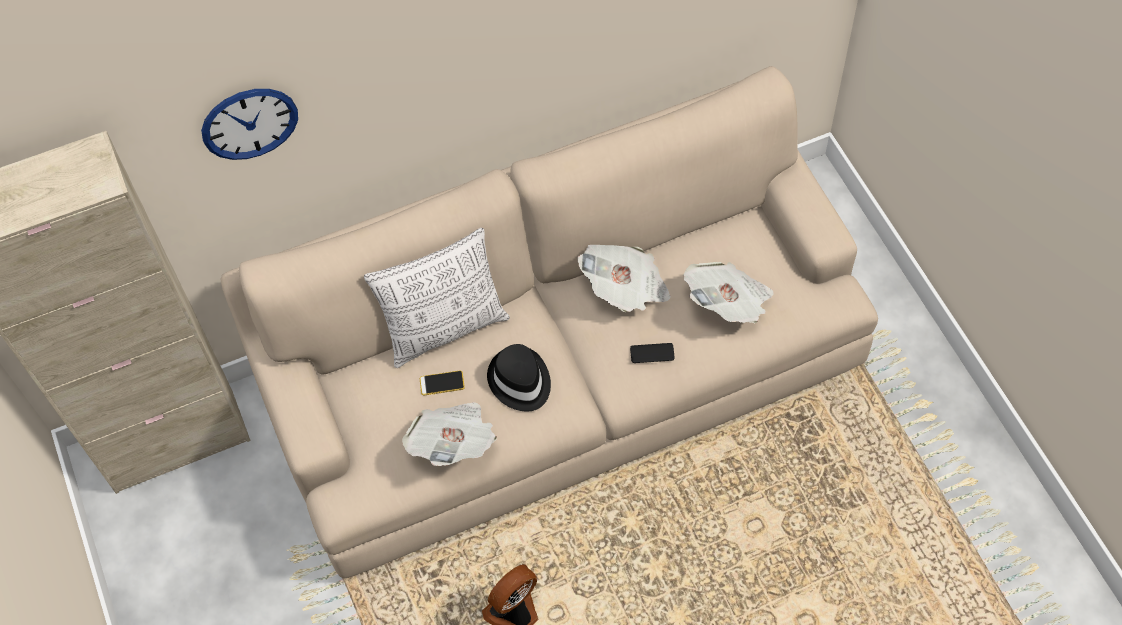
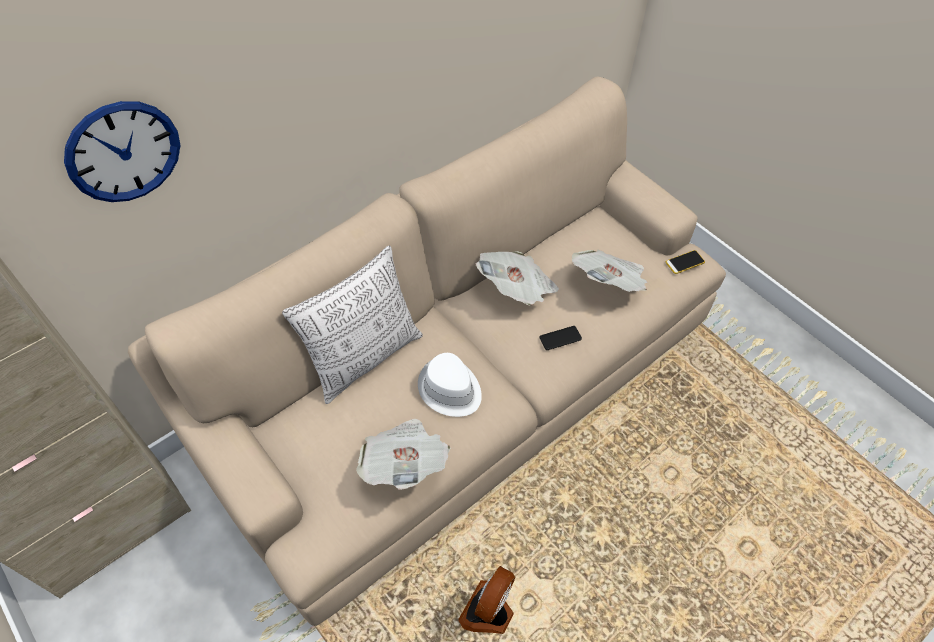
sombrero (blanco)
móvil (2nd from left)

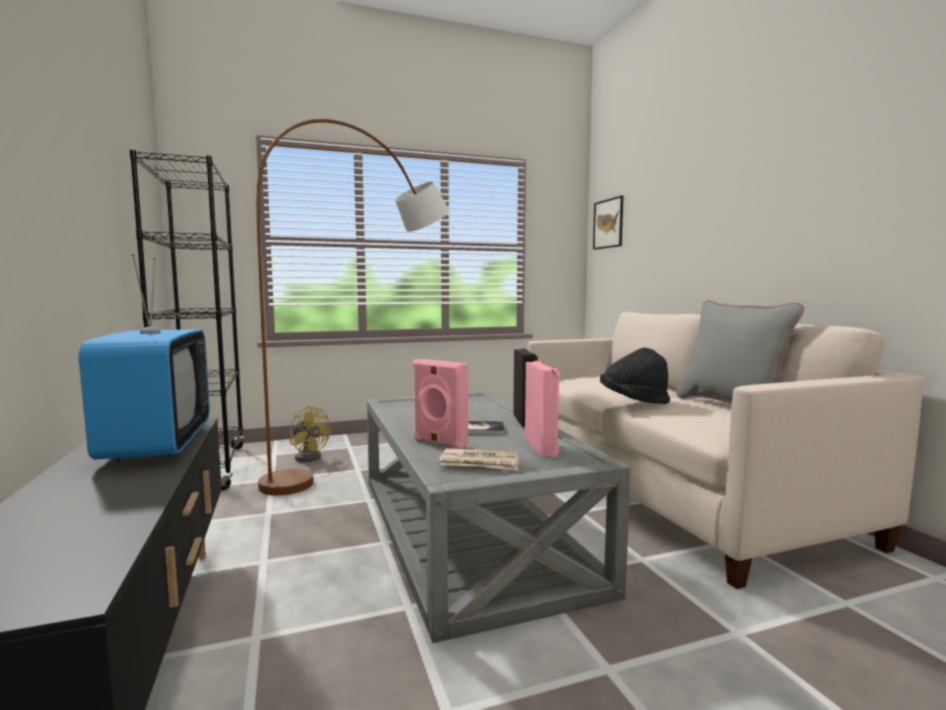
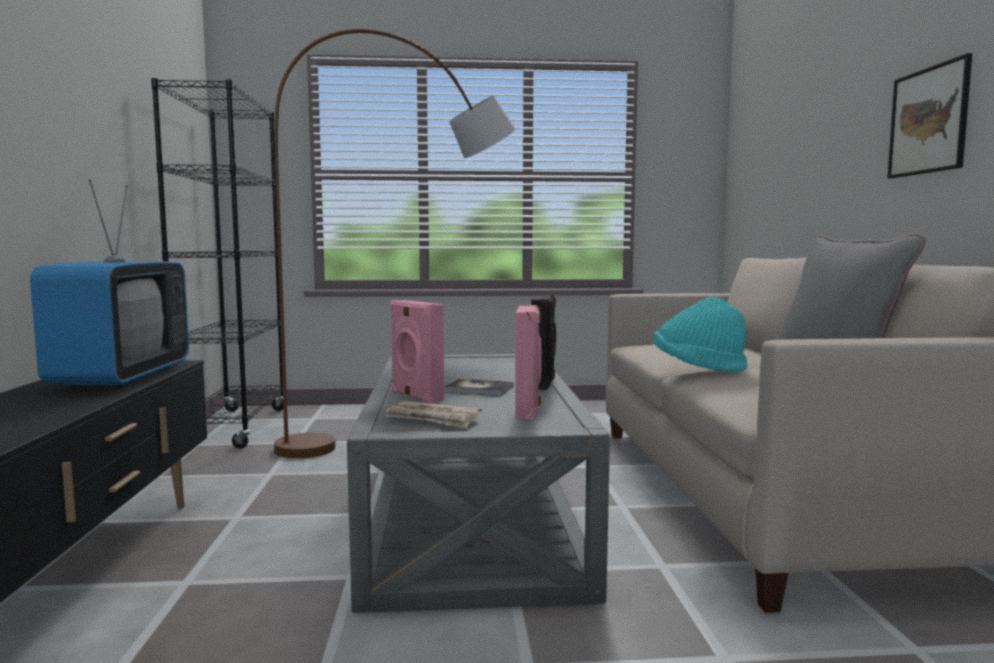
cuadro
sombrero (turquesa)
ventilador (amarillo)

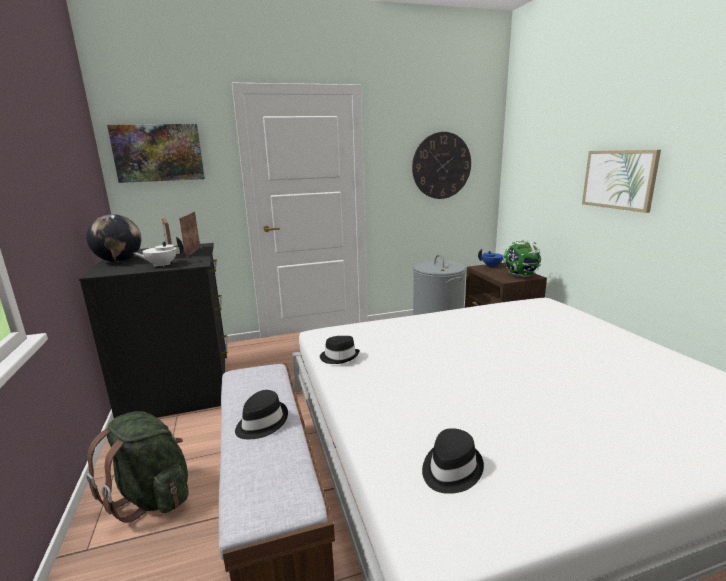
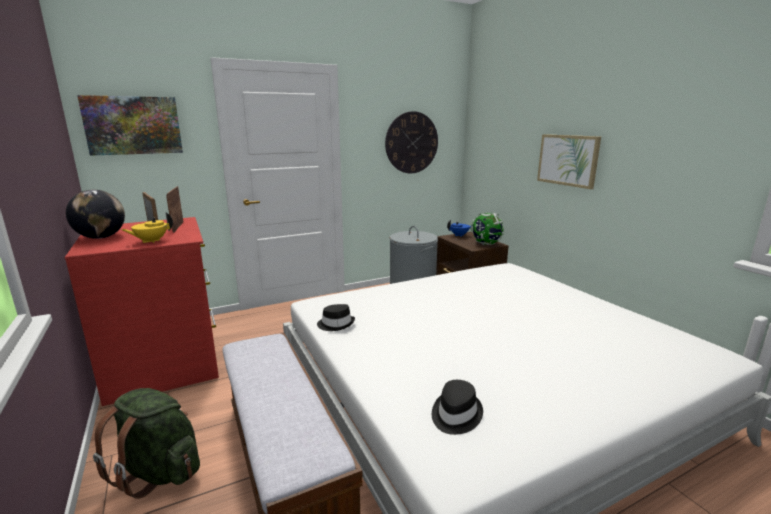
tetera (amarillo)
cómoda (rojo)
sombrero (negro) (1st from left in the first image)

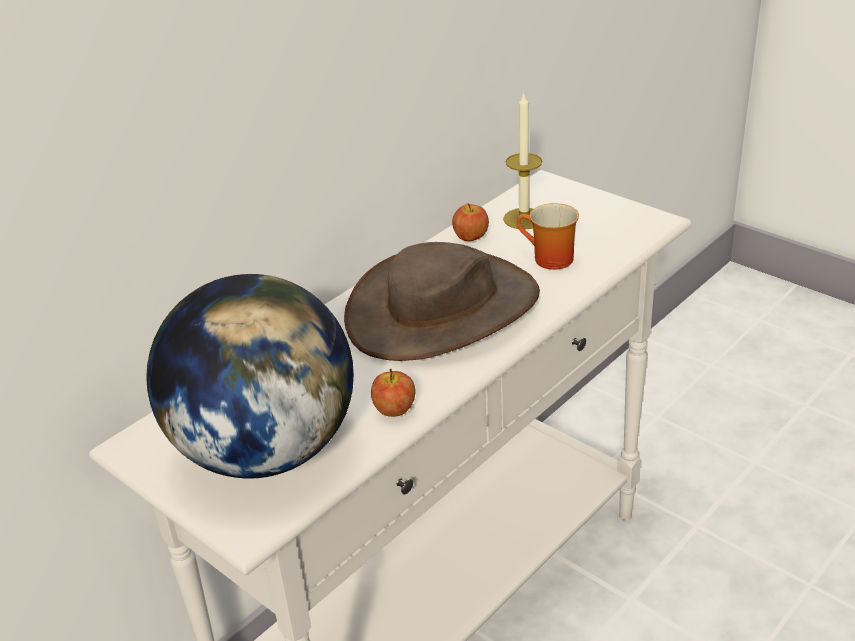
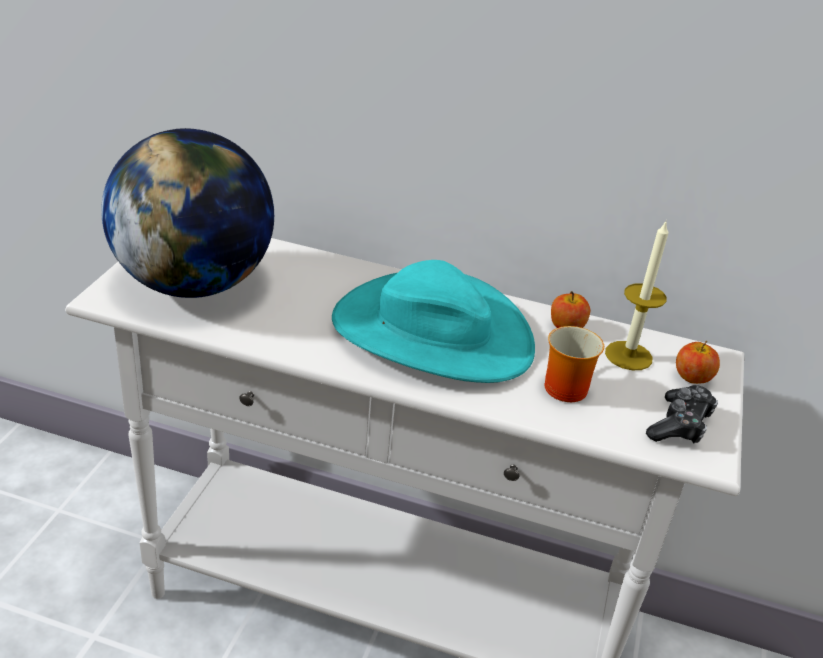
sombrero (turquesa)
manzana (2nd from left)
mando de consola

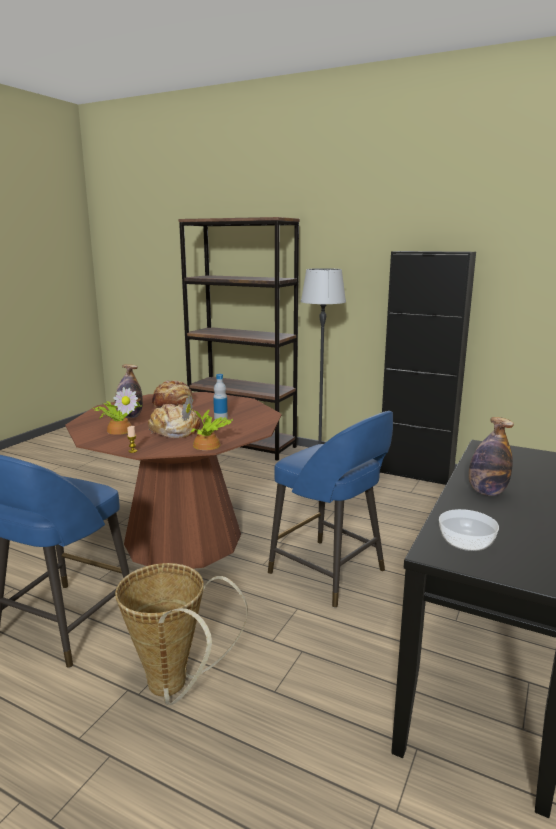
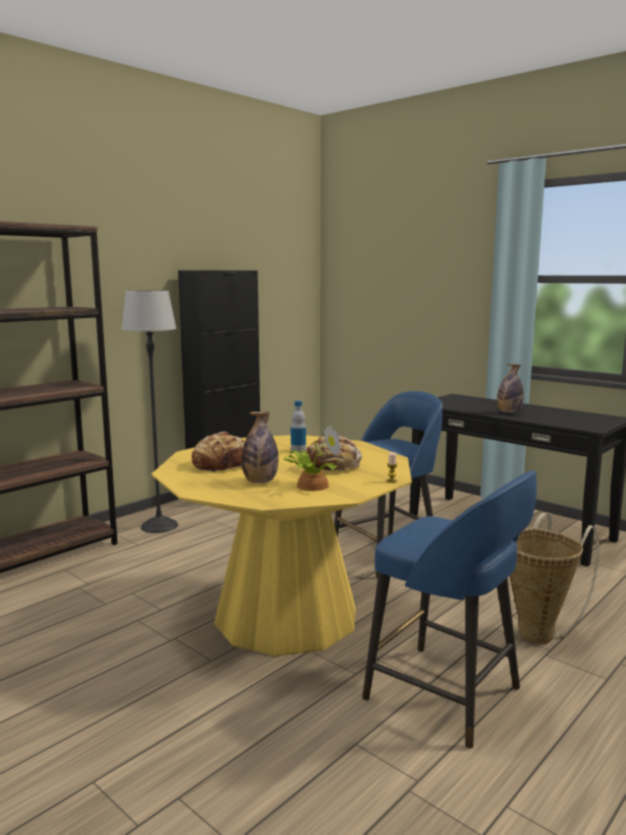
mesa de comedor (amarillo)
planta en maceta (2nd from left in the first image)
cuenco

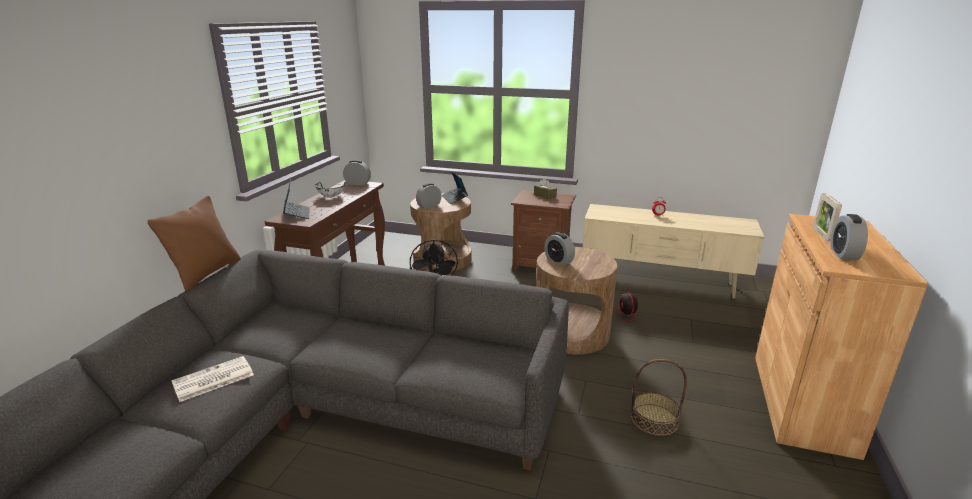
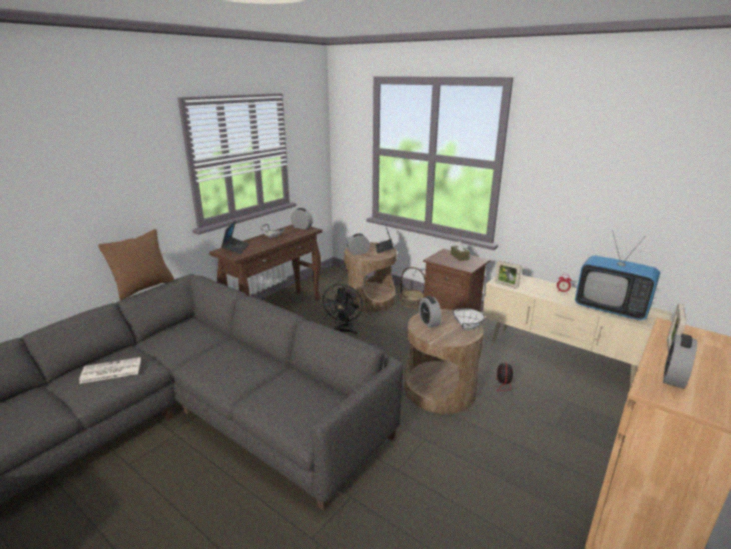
cesta
televisor
portarretratos (1st from left)
cuenco (blanco) (2nd from left)

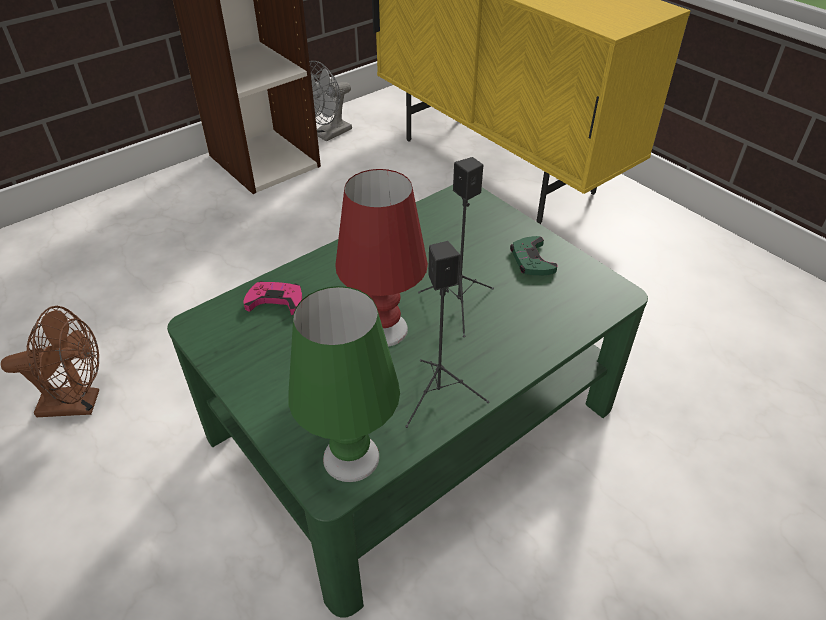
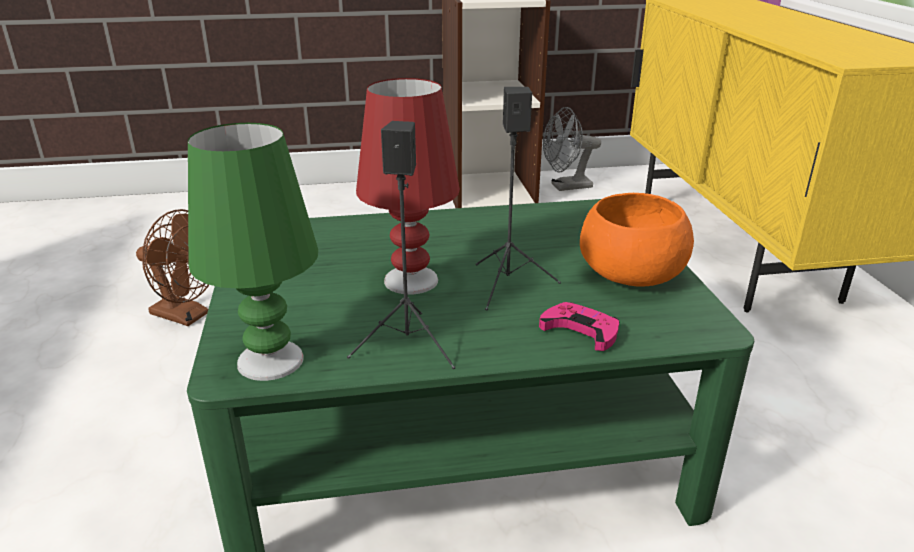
cuenco (naranja)
mando de consola (rosa)

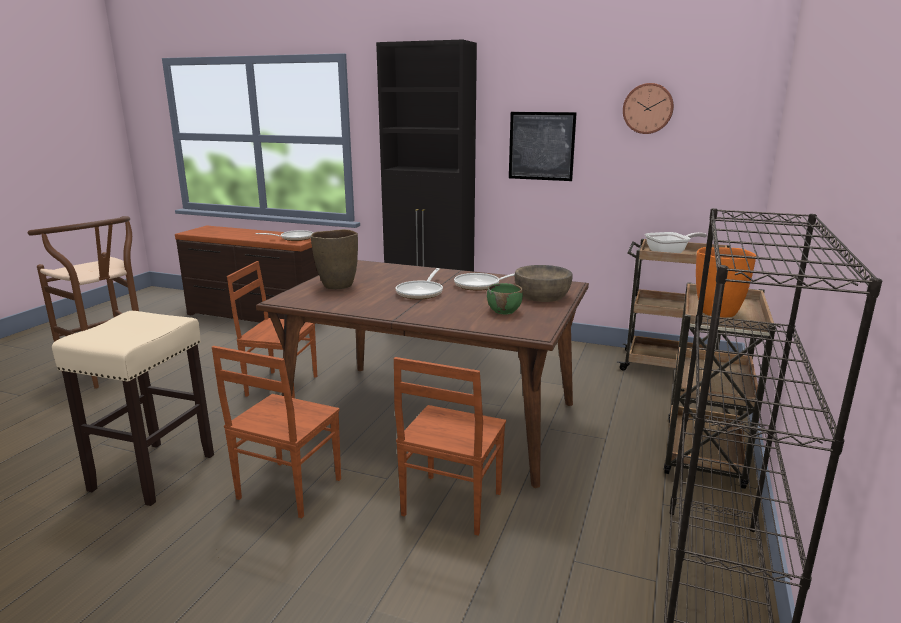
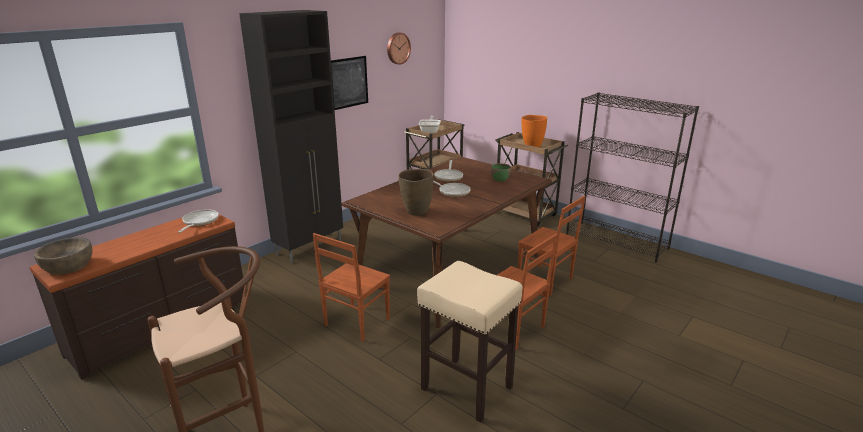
cuenco (marrón)

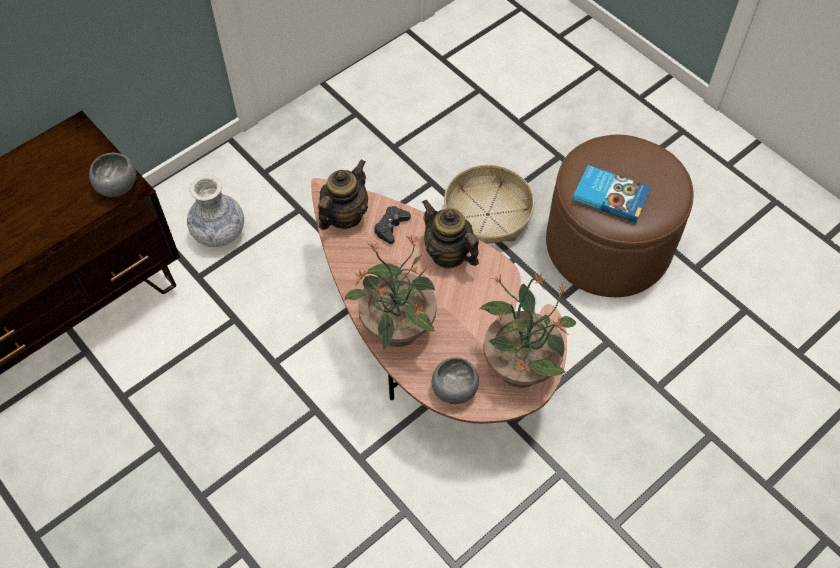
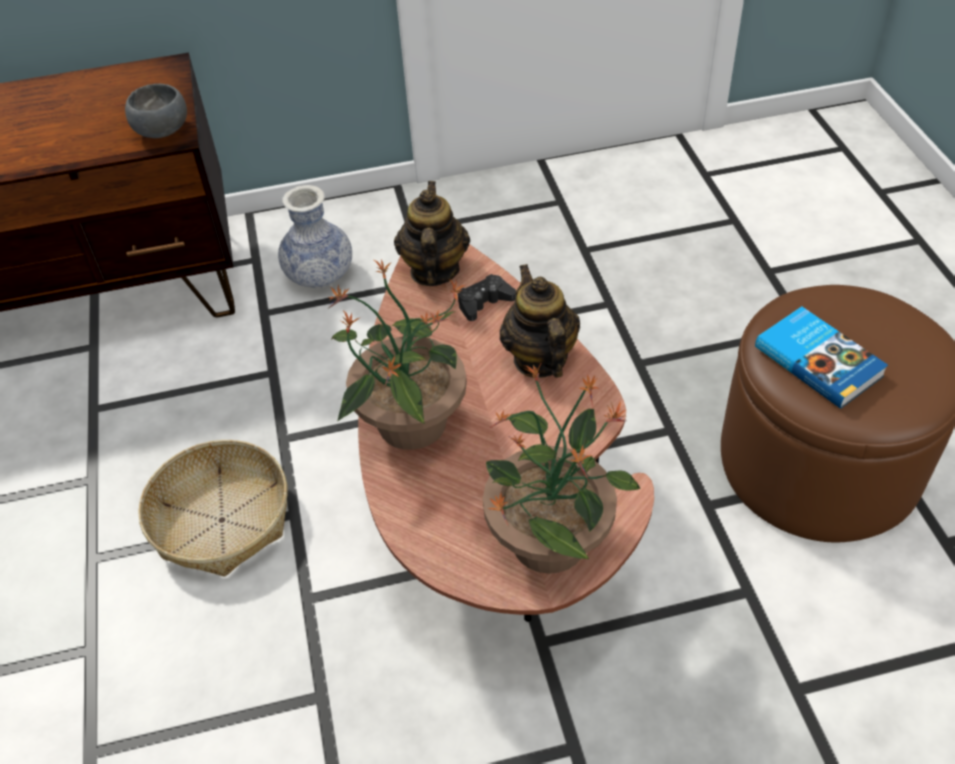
tetera (1st from left)
cesta
cuenco (gris) (2nd from left in the first image)

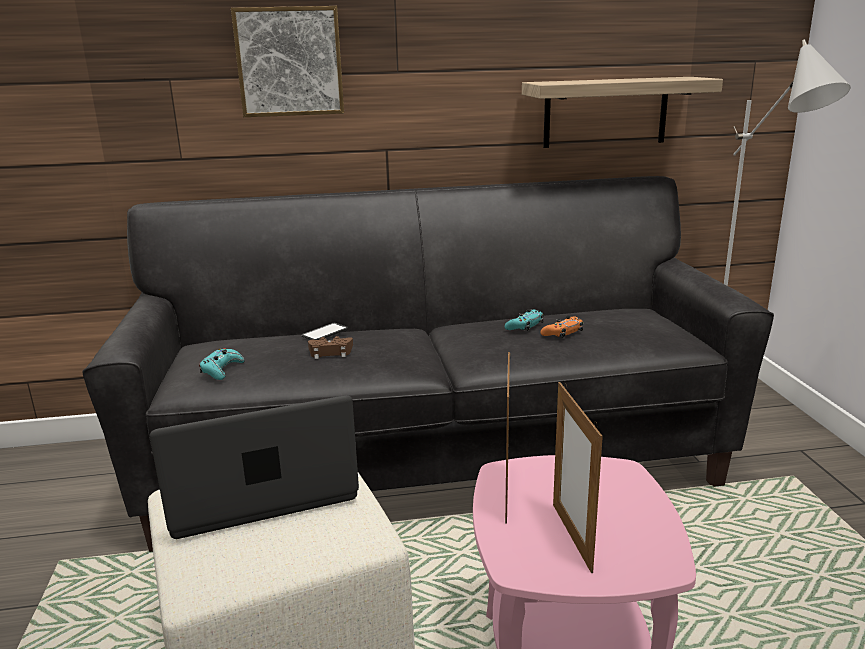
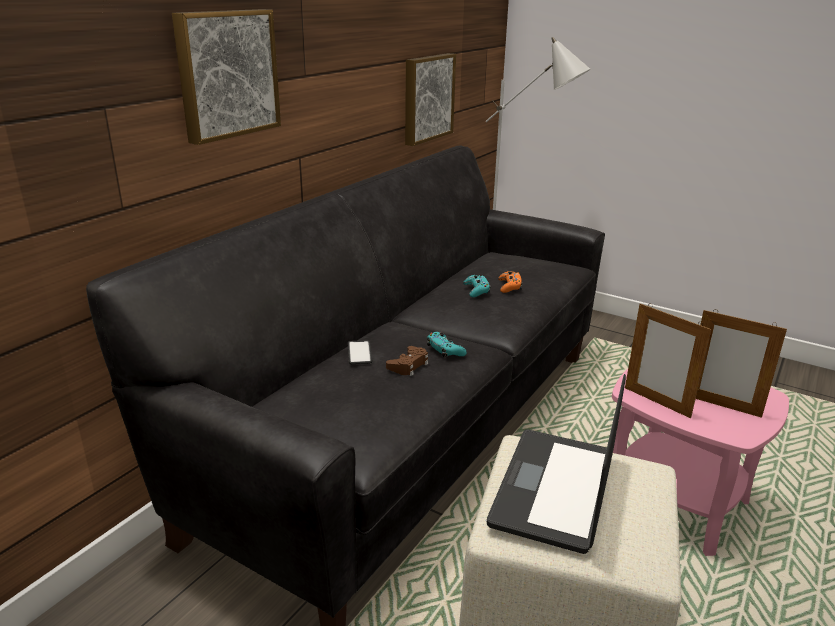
cuadro (2nd from left)
mando de consola (turquesa) (1st from left)

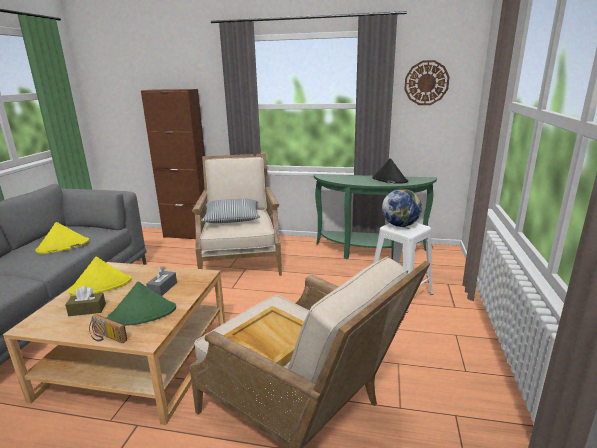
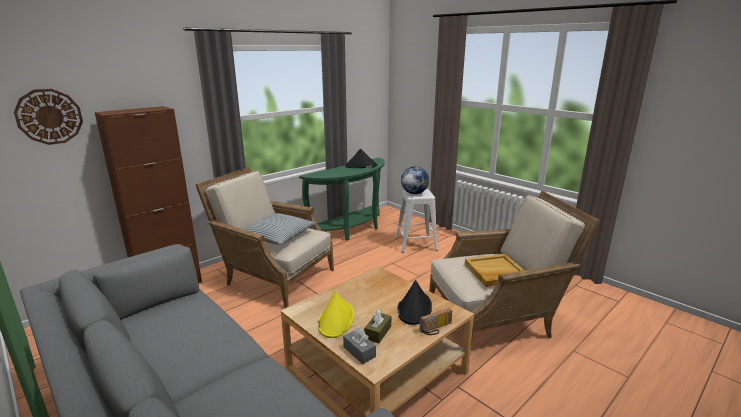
reloj de pared
sombrero (amarillo) (1st from left in the first image)
caja de pañuelos (gris)
sombrero (negro) (2nd from left)

